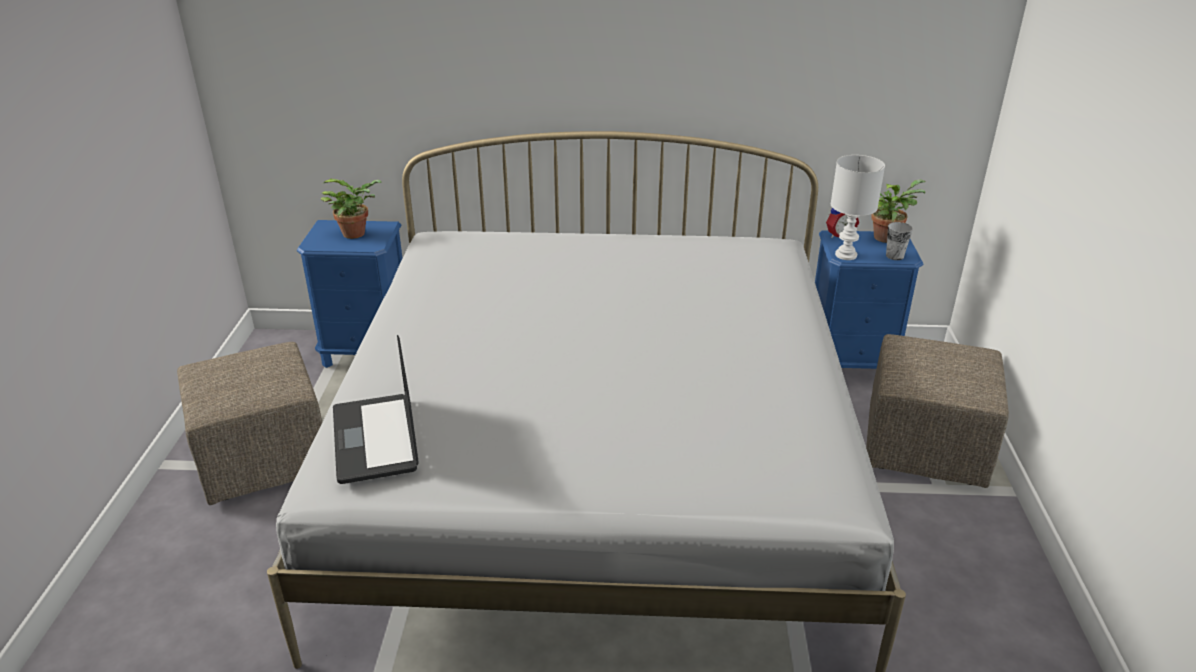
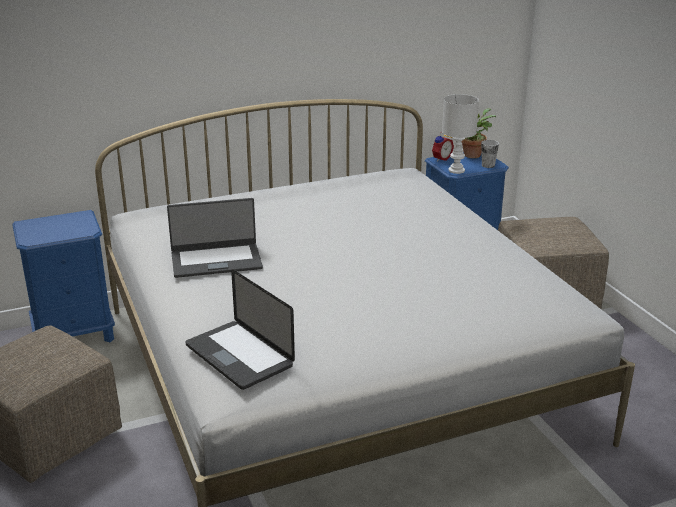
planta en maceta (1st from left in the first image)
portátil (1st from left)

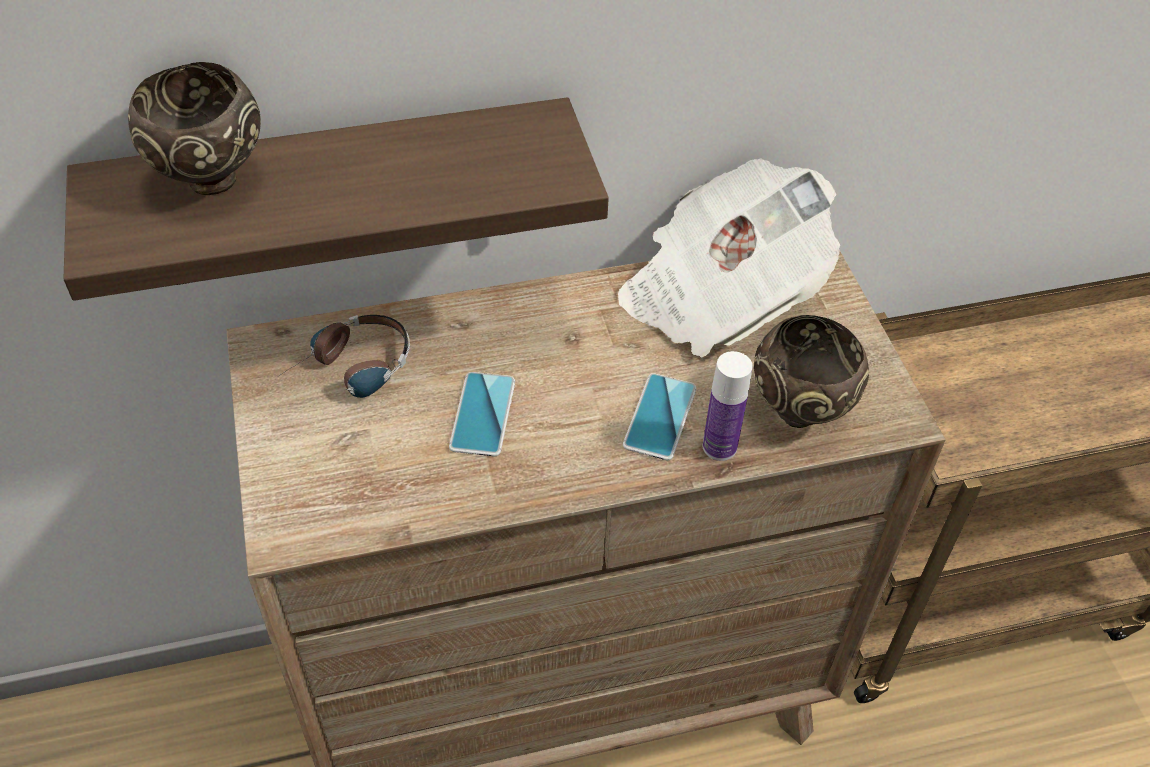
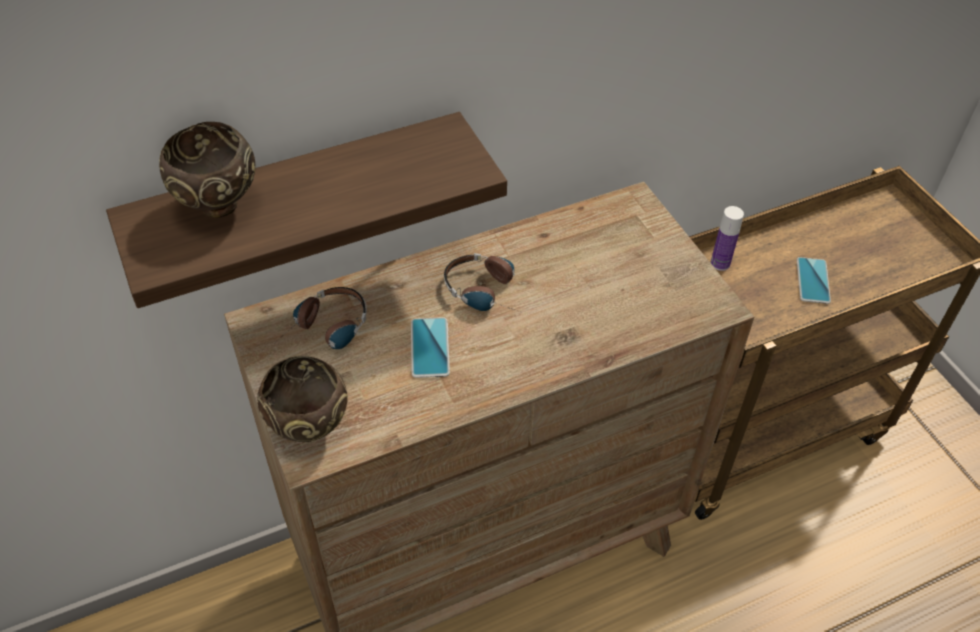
periódico
cuenco (marrón) (2nd from left)
botella
móvil (2nd from left)
auriculares (2nd from left)

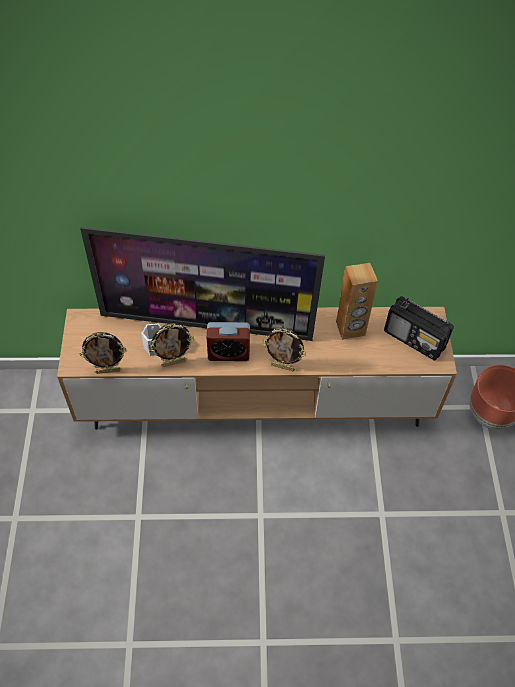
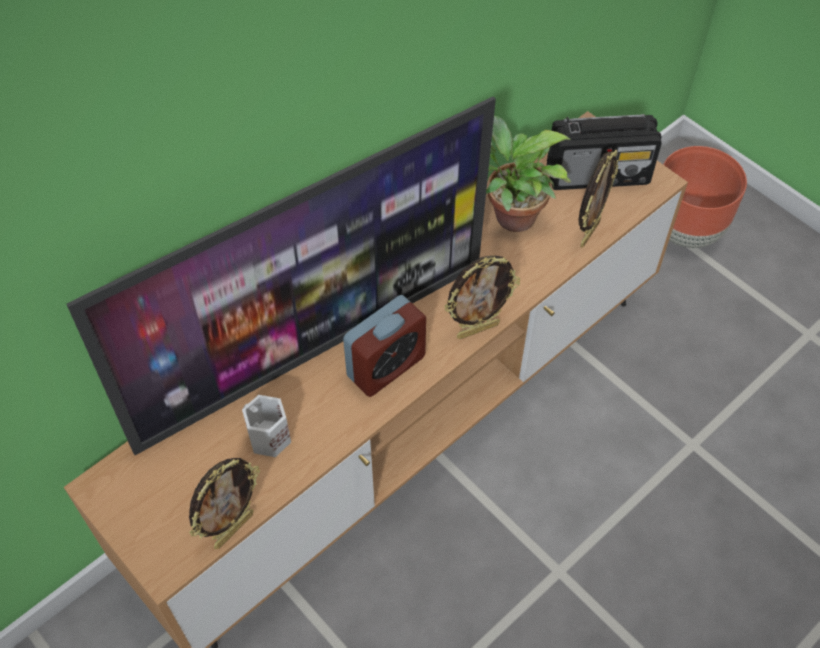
planta en maceta
portarretratos (3rd from left)

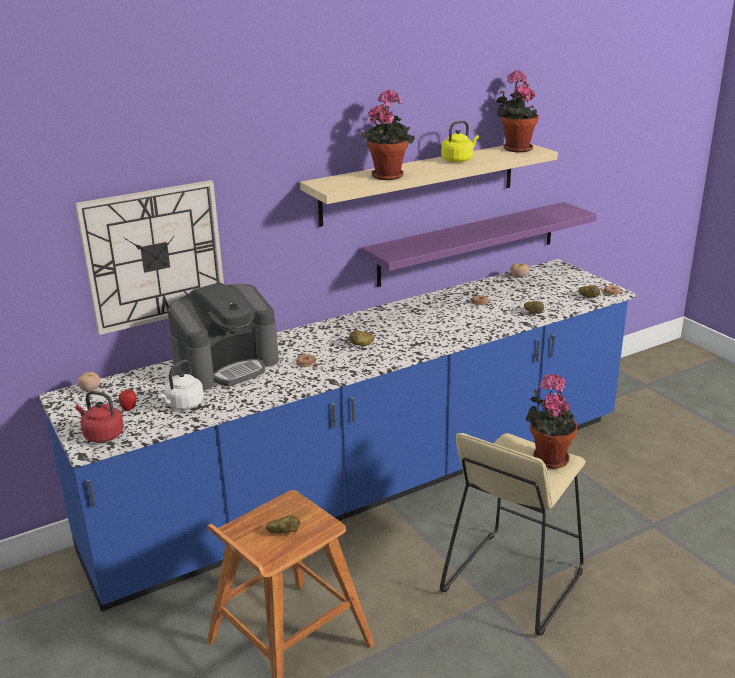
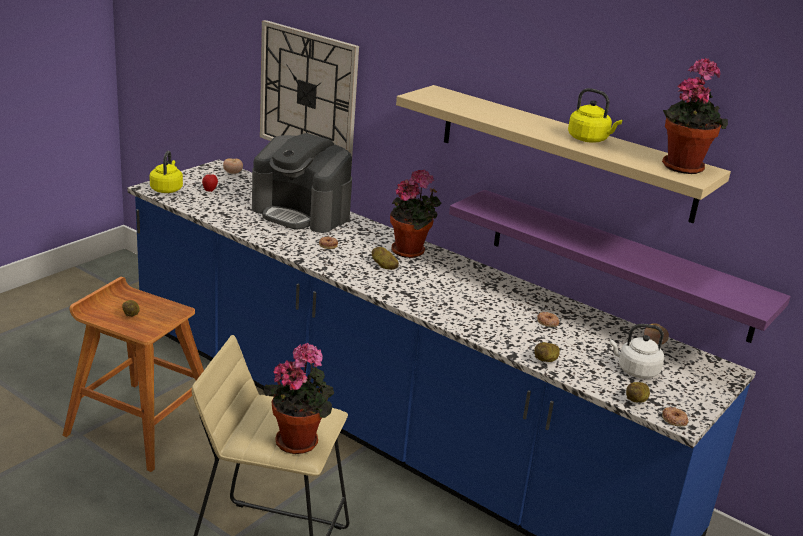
planta en maceta (2nd from left)
hervidor (blanco)
hervidor (amarillo) (1st from left)

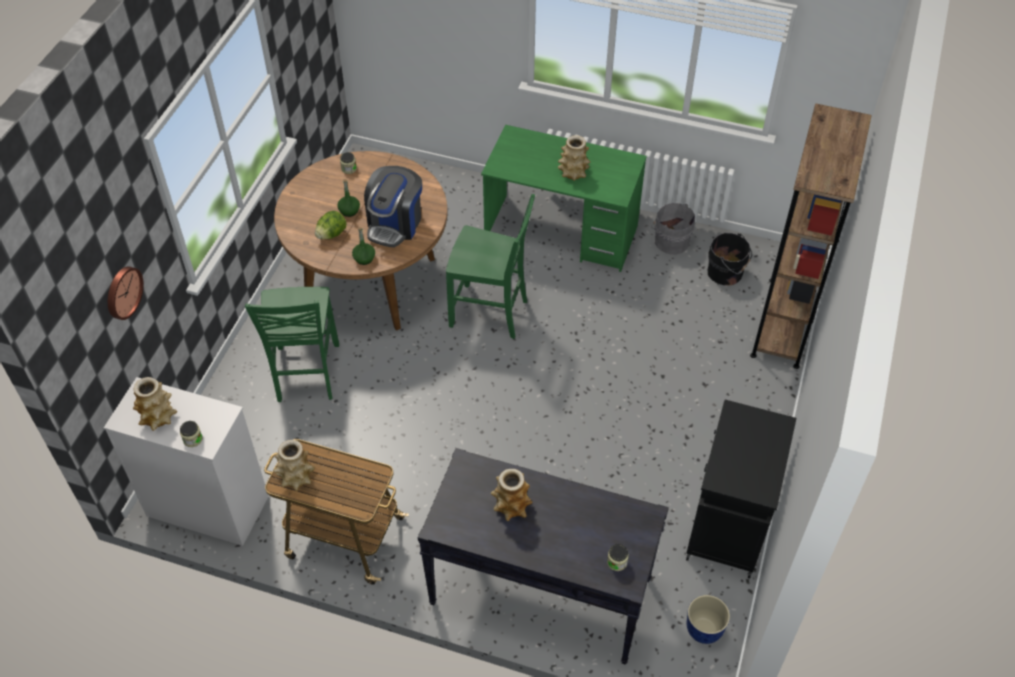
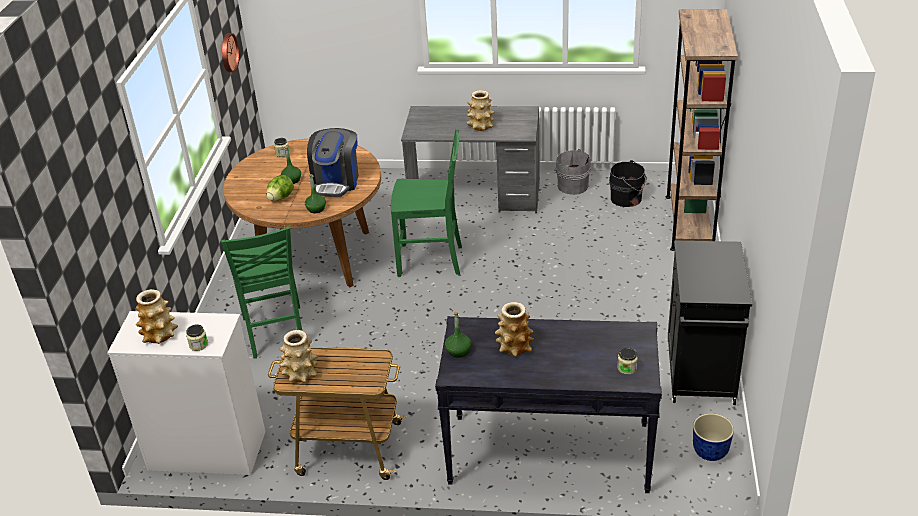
escritorio (gris)
reloj de pared
botella (verde) (3rd from left)

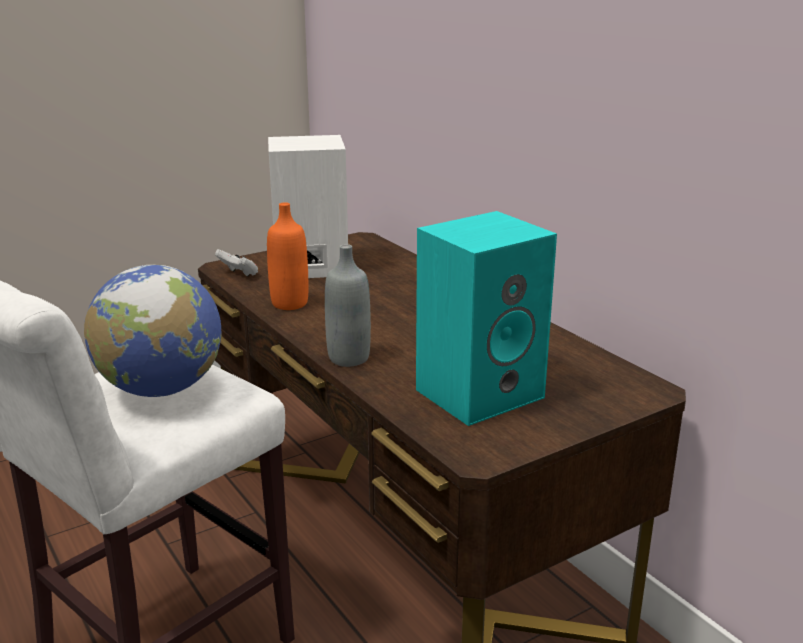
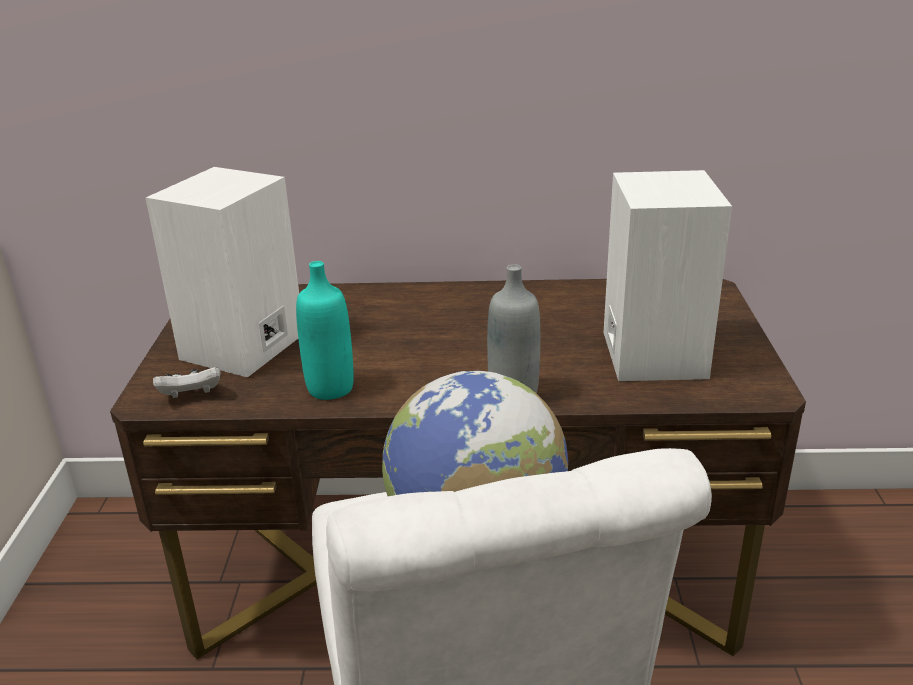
botella (turquesa)
altavoz (blanco) (2nd from left)

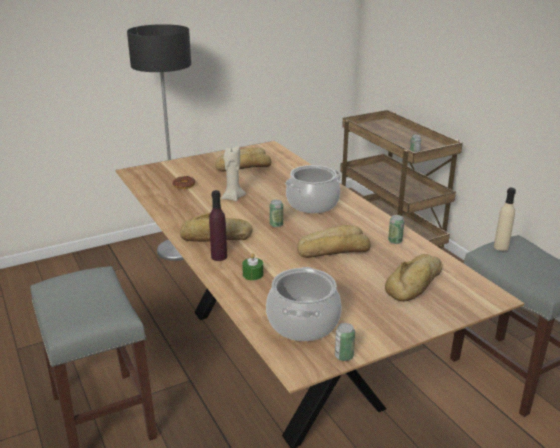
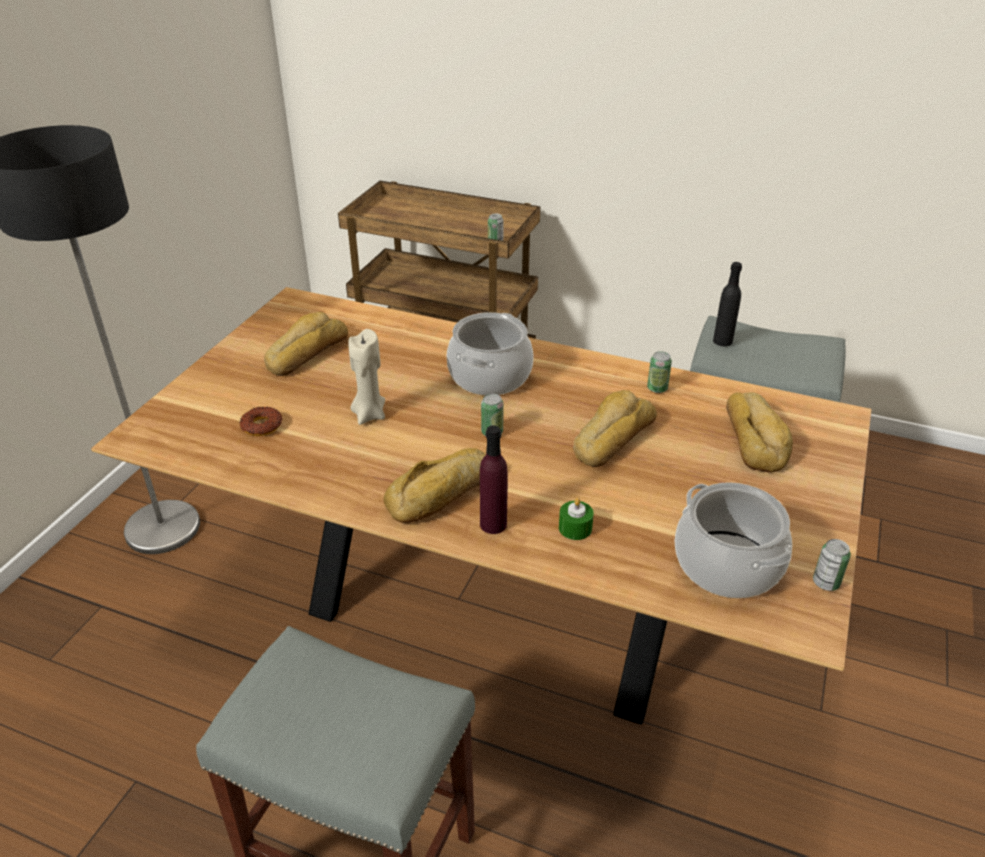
botella (negro)

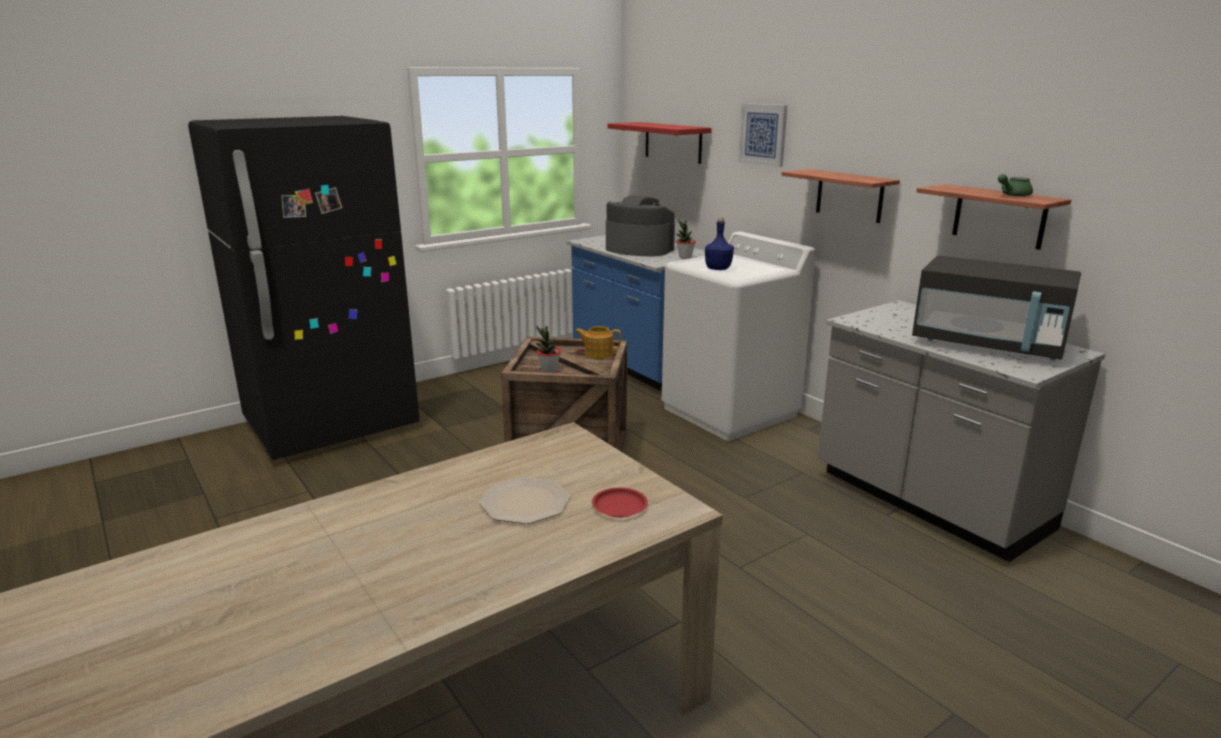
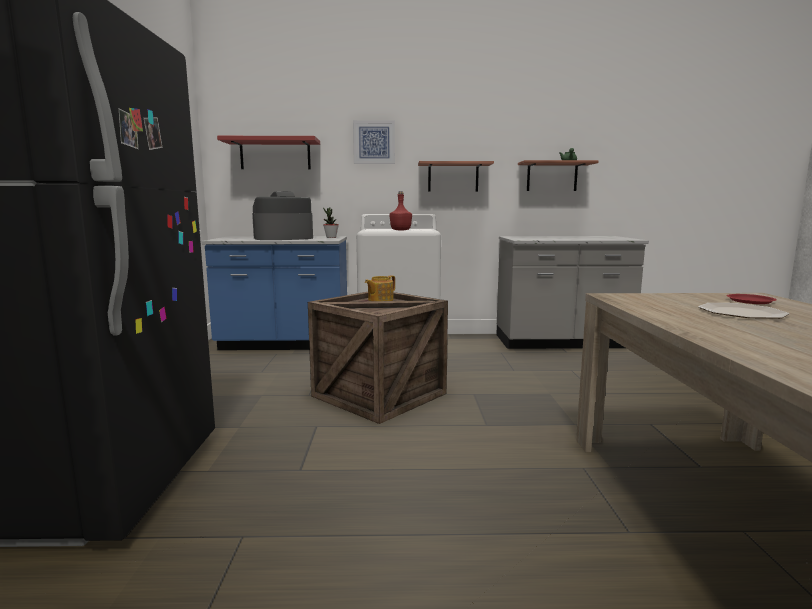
botella (rojo)
microondas (negro)
planta en maceta (1st from left in the first image)

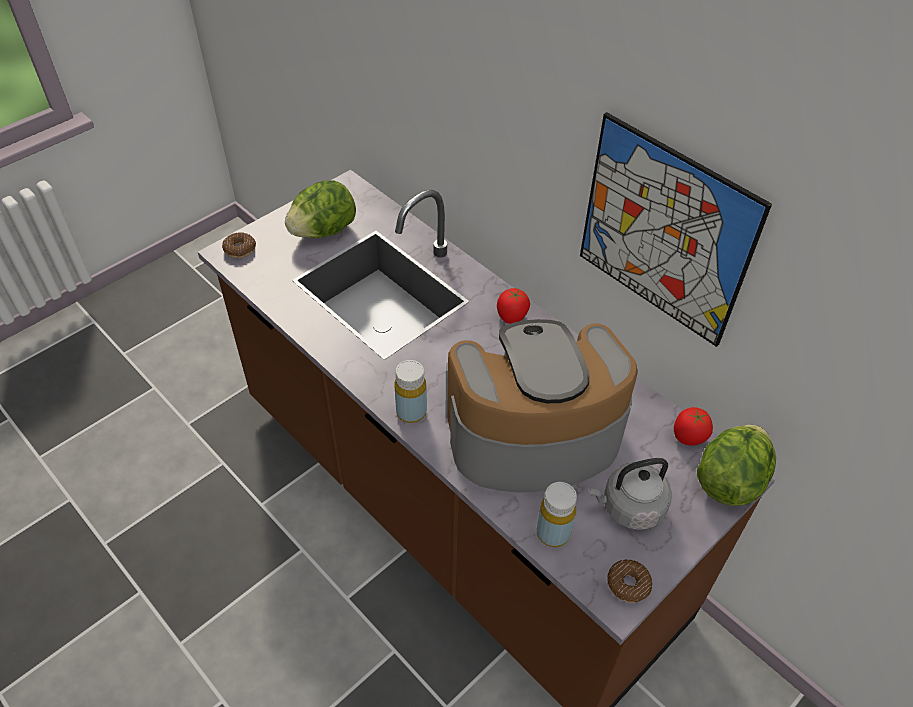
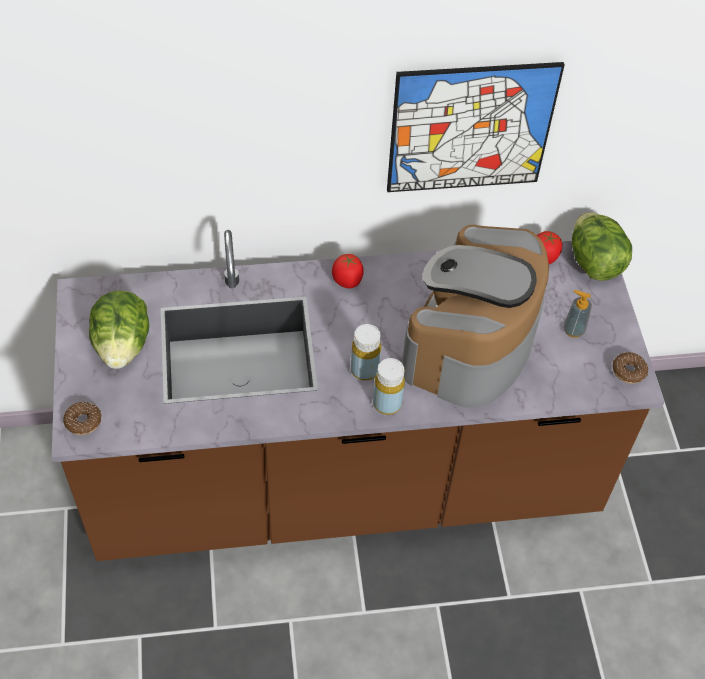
dispensador de jabón
botella (amarillo) (1st from left)

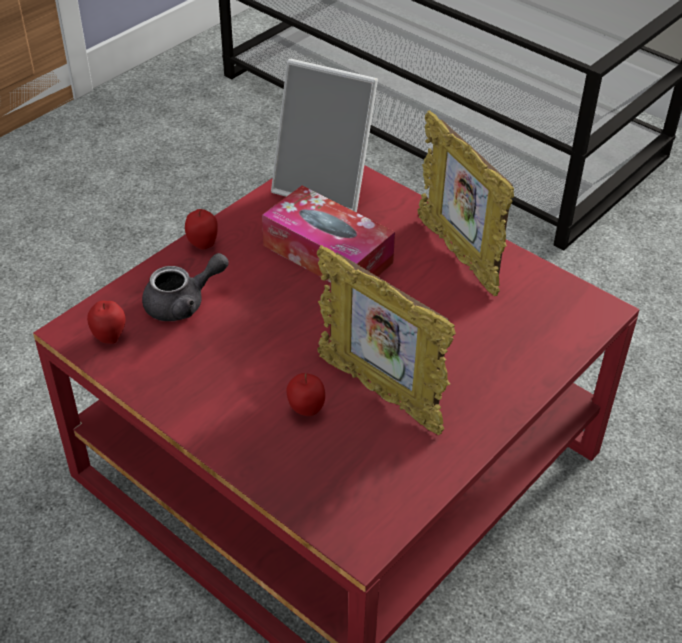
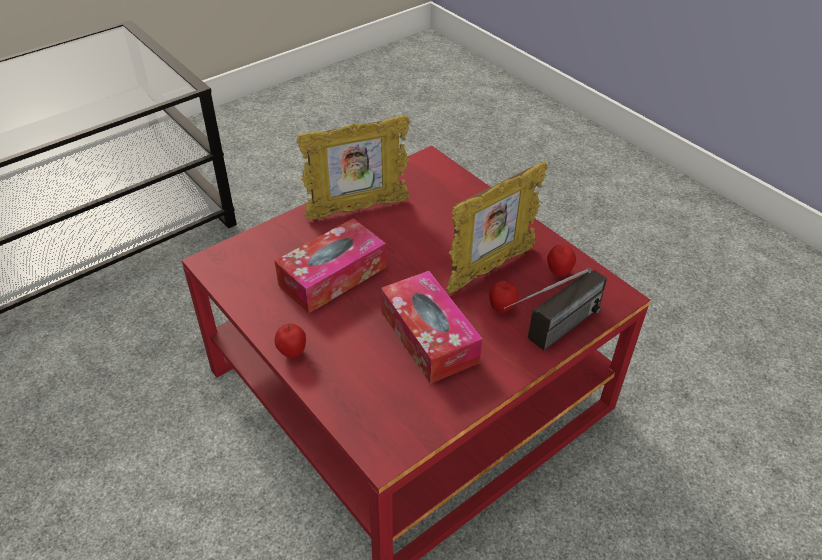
portarretratos (1st from left in the first image)
tetera (gris)
manzana (3rd from left)
radio
caja de pañuelos (2nd from left)

